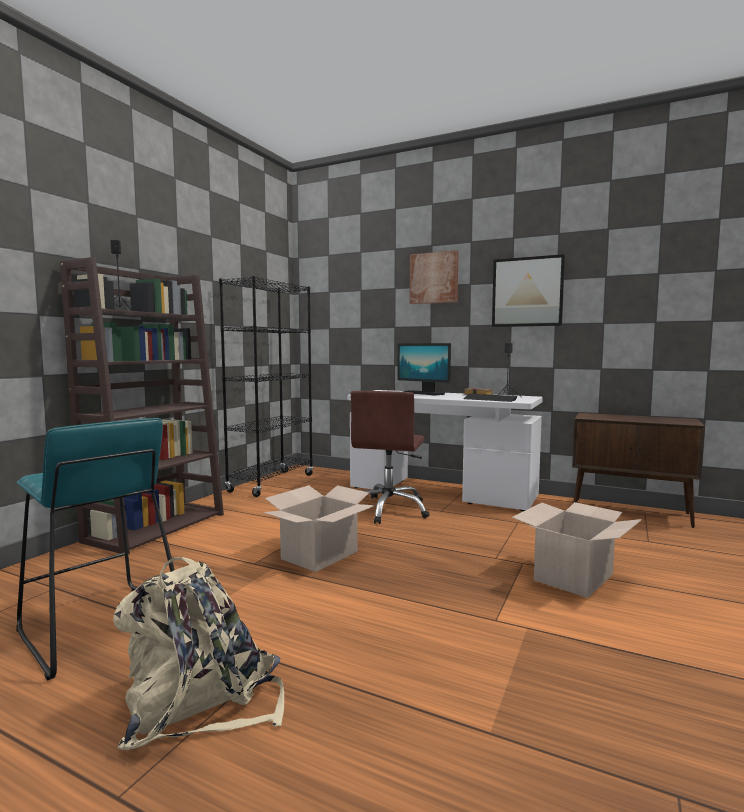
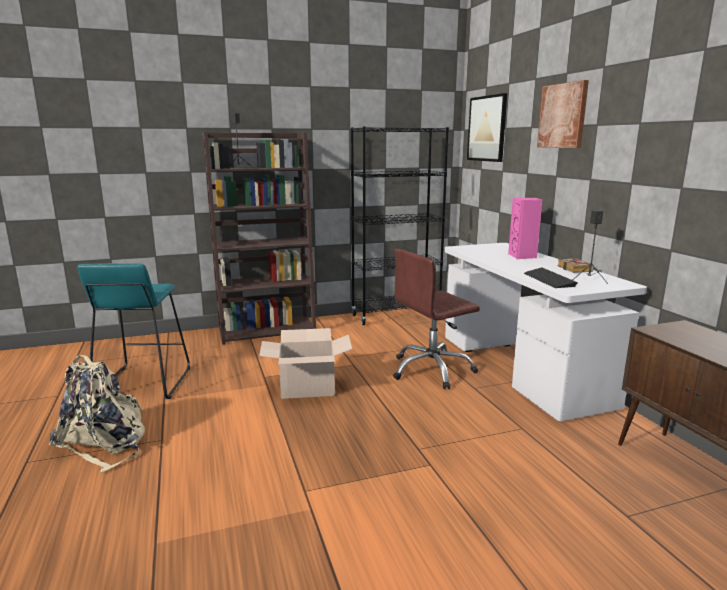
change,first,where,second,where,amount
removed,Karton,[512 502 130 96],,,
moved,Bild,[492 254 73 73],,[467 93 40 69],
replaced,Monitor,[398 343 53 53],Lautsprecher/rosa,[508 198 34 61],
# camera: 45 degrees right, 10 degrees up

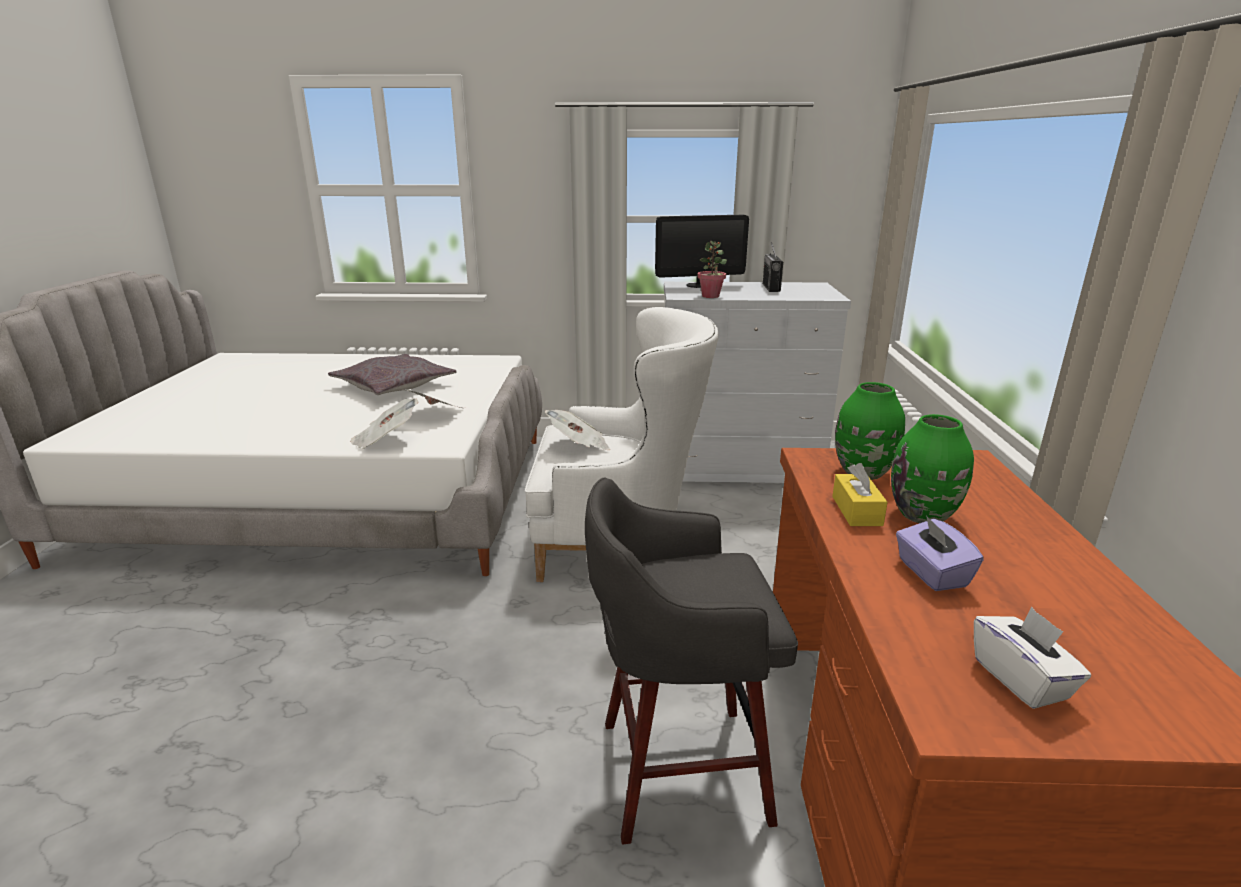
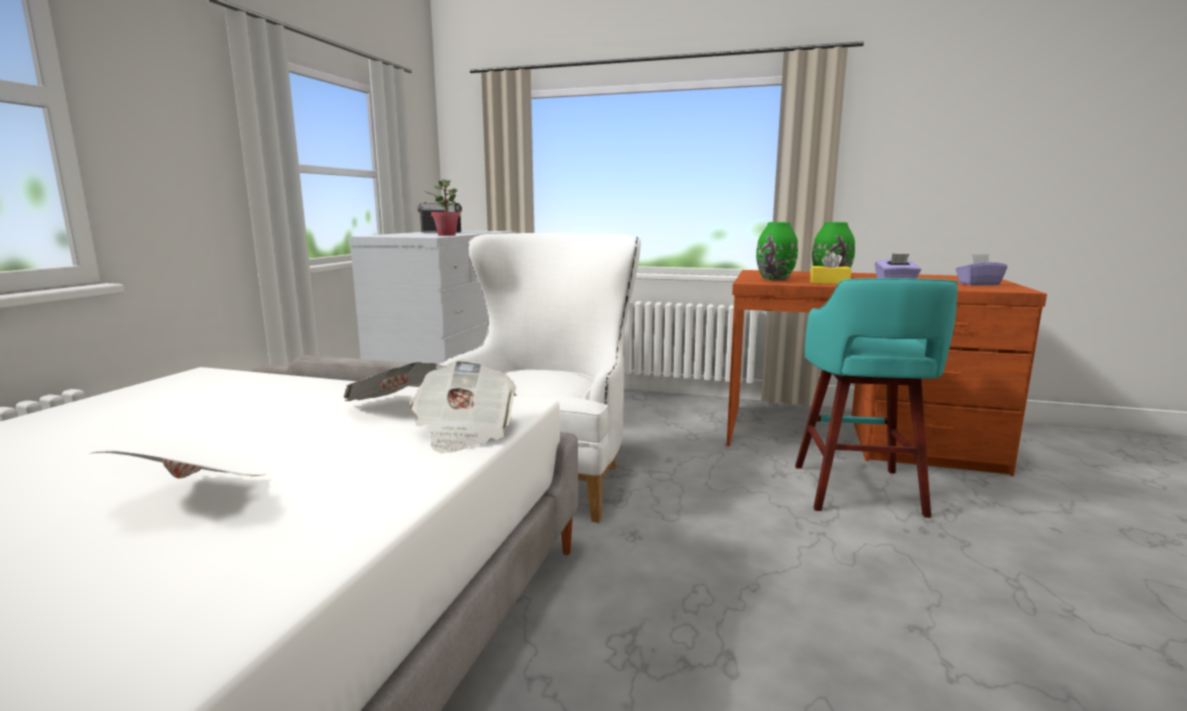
change,first,where,second,where,amount
removed,Kissen/grau,[328 354 129 41],,,
removed,Monitor,[655 215 94 73],,,
moved,Zeitung,[545 410 65 40],,[93 451 173 27],
recoloured,Hocker/grau,[585 477 213 367],Hocker/türkis,[795 278 163 240],
recoloured,Taschentuchbox/weiß,[974 607 117 102],Taschentuchbox/lila,[956 254 51 32],
# camera: 75 degrees left, 10 degrees down

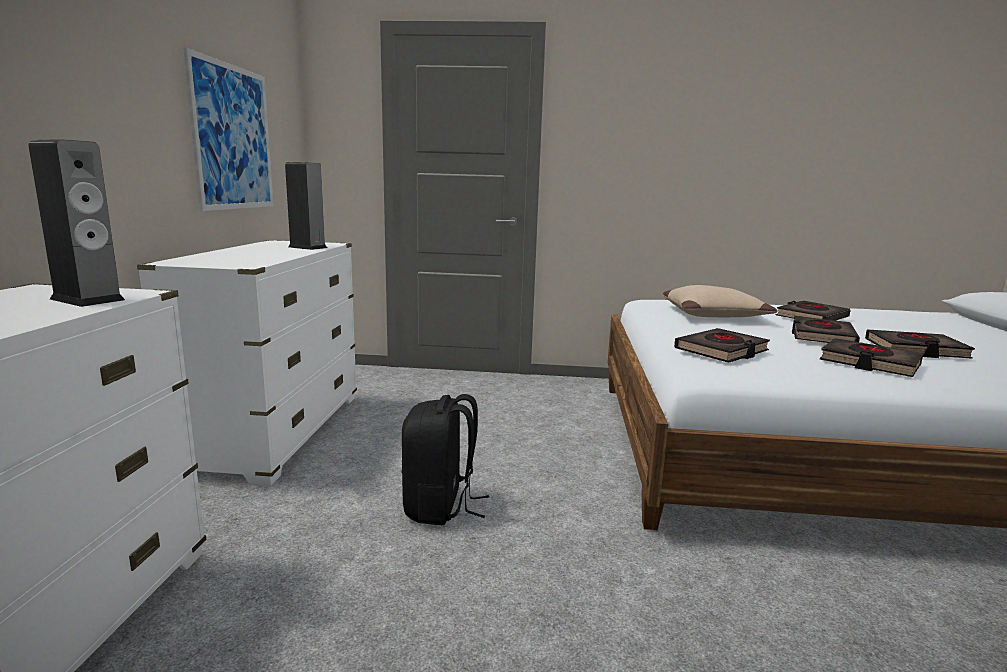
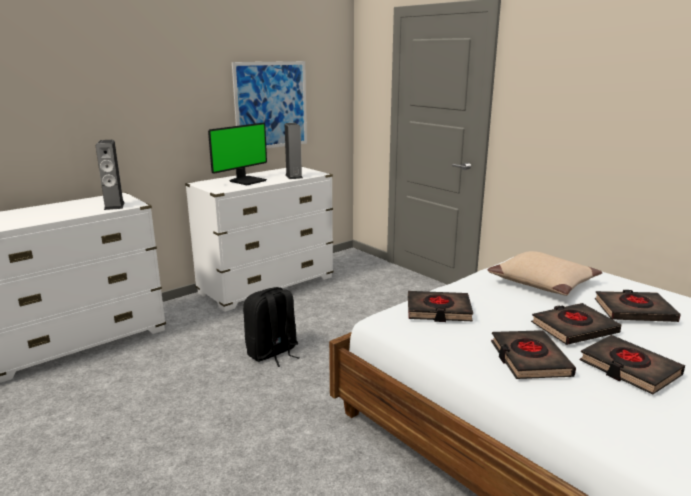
change,first,where,second,where,amount
added,,,Monitor,[208 123 59 62],
# camera: 45 degrees right, 5 degrees up

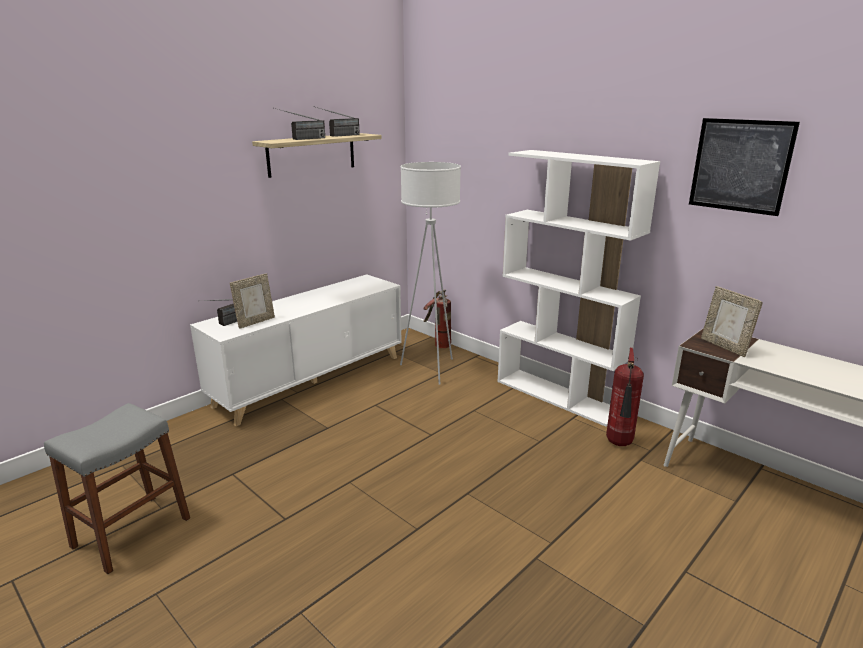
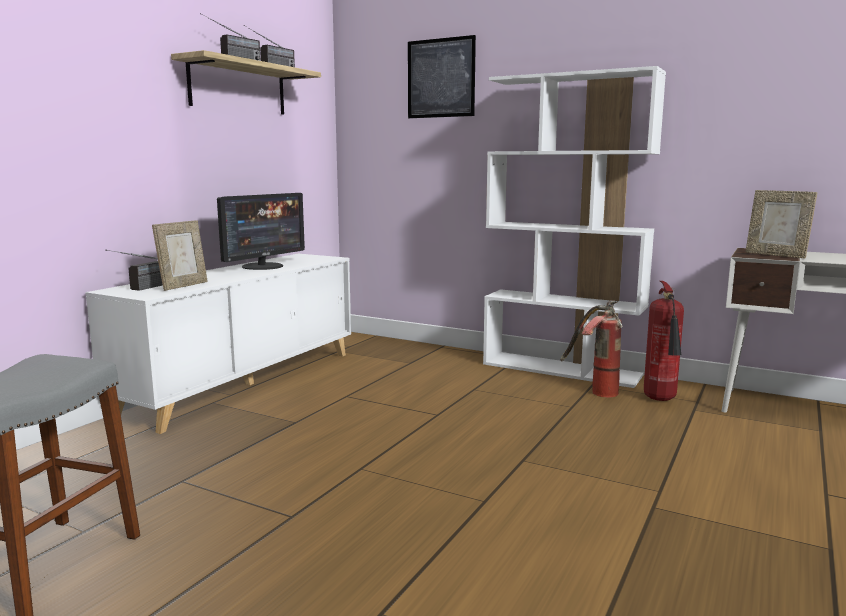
change,first,where,second,where,amount
removed,Stehlampe/weiß,[400 162 61 223],,,
added,,,Monitor,[217 193 88 77],
moved,Feuerlöscher,[423 289 28 59],,[560 301 62 97],
moved,Bild,[689 118 111 98],,[408 35 68 83],
# camera: 15 degrees left, 10 degrees down

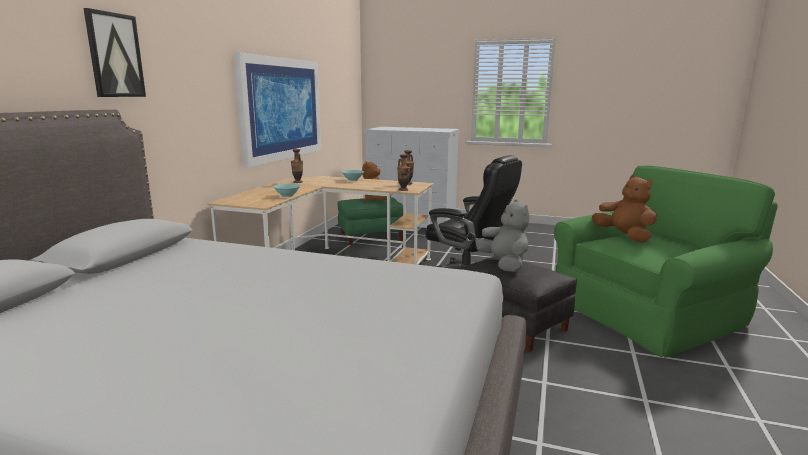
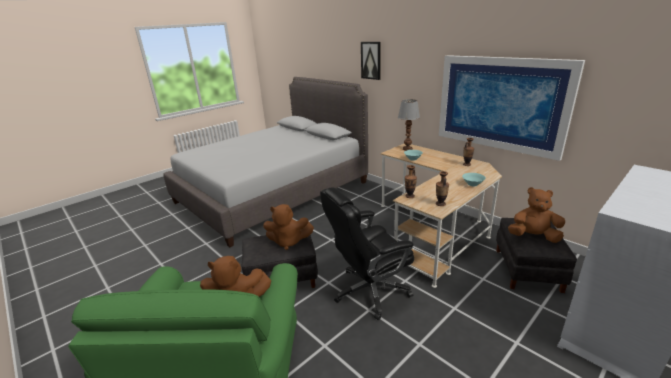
change,first,where,second,where,amount
added,,,Tischlampe,[398 99 22 52],
recoloured,Polsterhocker/grün,[338 197 65 48],Polsterhocker/schwarz,[496 218 81 75],
recoloured,Plüschtier/grau,[475 200 55 72],Plüschtier/braun,[263 204 51 46],
# camera: 120 degrees right, 10 degrees up

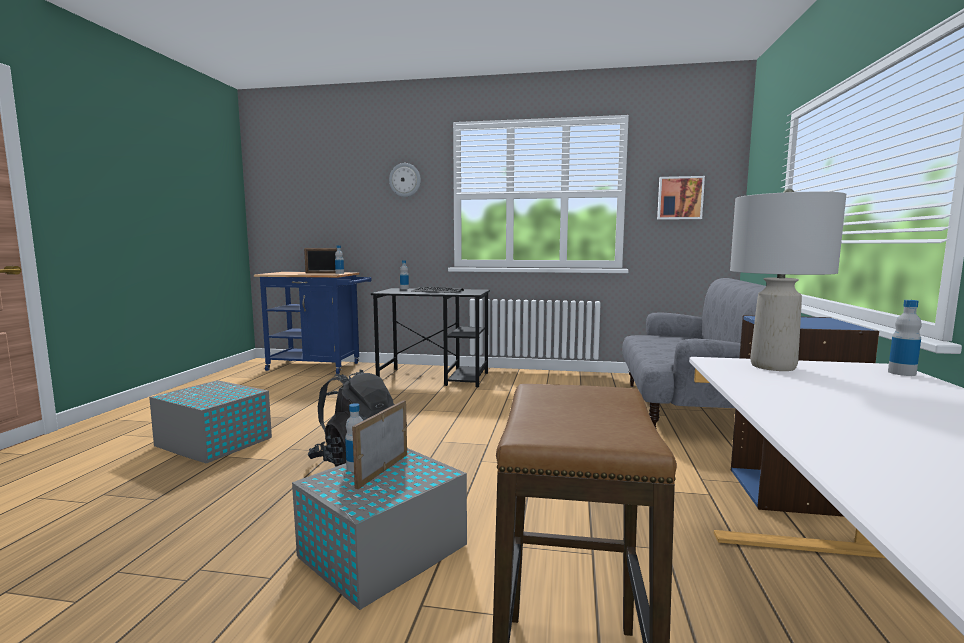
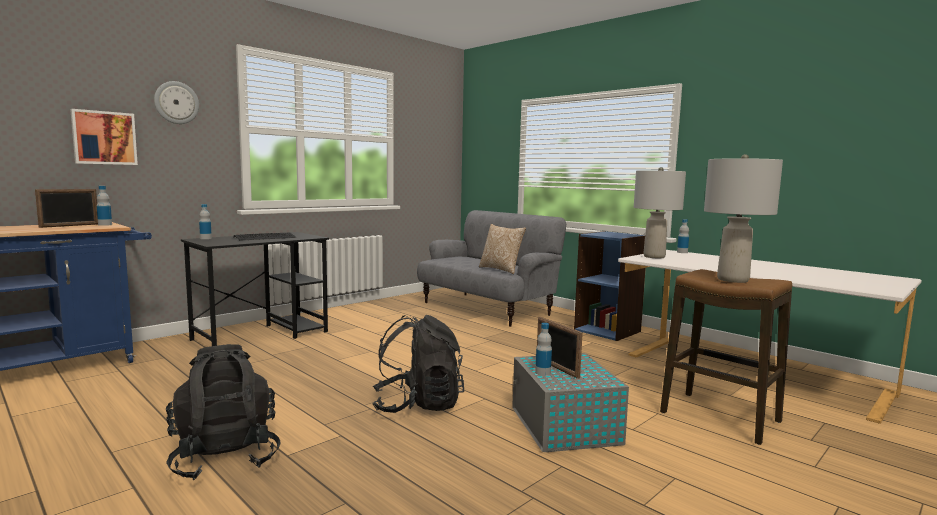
change,first,where,second,where,amount
added,,,Kissen,[479 224 47 50],
added,,,Tischlampe/grau,[704 154 79 129],
moved,Bild,[657 176 48 44],,[70 109 68 56],
replaced,Aufbewahrungsbox/grau,[149 380 123 83],Rucksack/schwarz,[166 344 115 136],
# camera: 55 degrees left, 0 degrees up

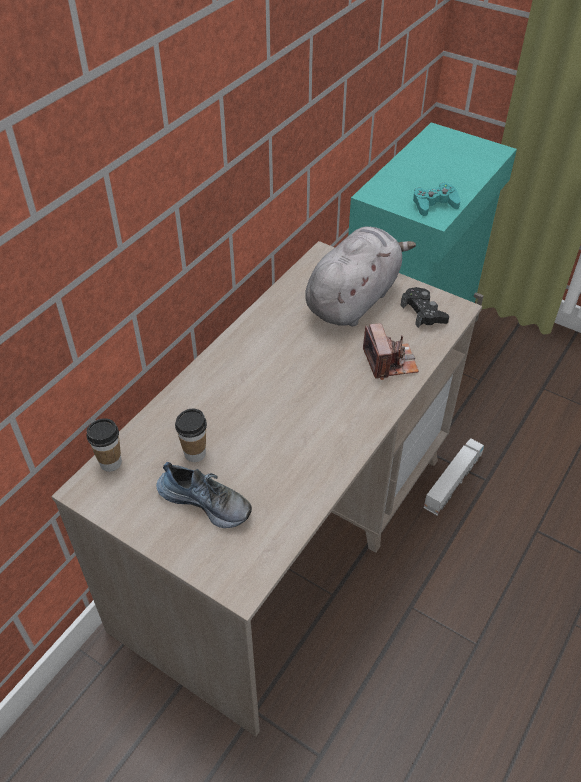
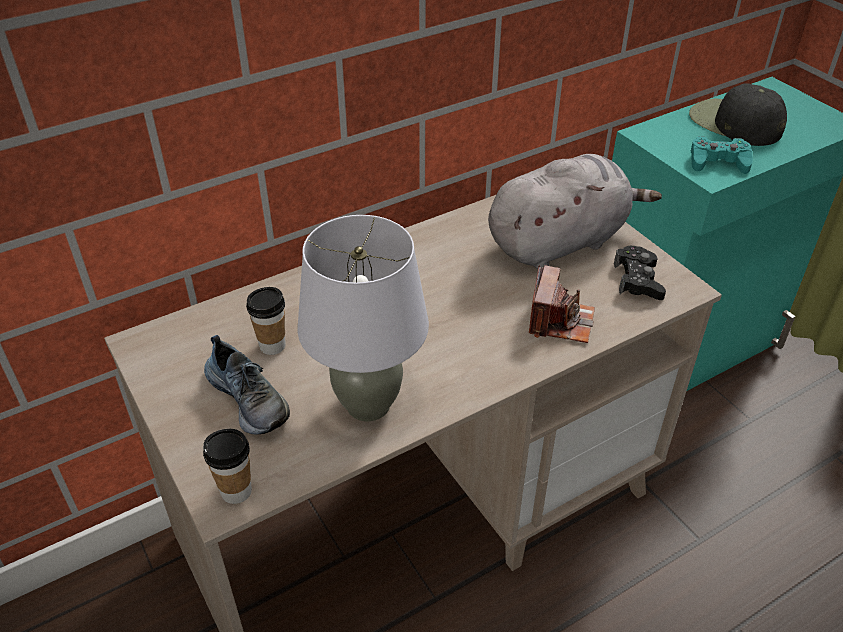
change,first,where,second,where,amount
removed,Spielzeuglaster,[423 438 61 77],,,
added,,,Tischlampe/grau,[297 215 132 207],
added,,,Kappe/schwarz,[689 83 98 63],
moved,Tasse,[86 418 36 54],,[203 429 49 75],
# camera: 25 degrees right, 5 degrees down

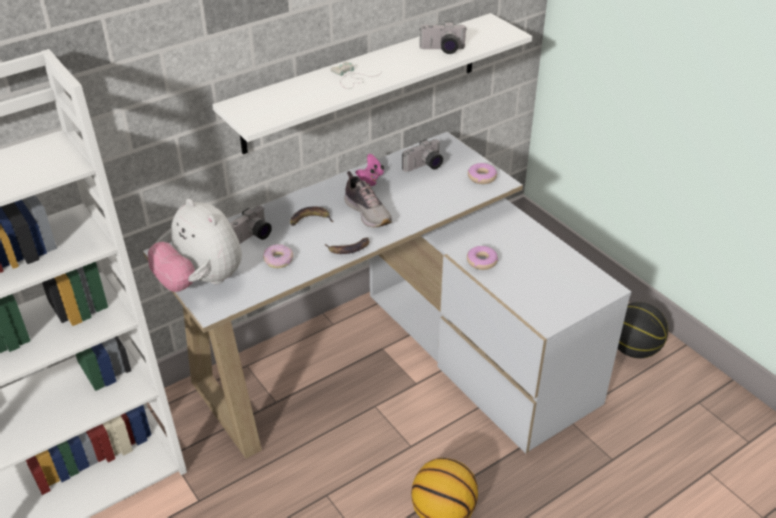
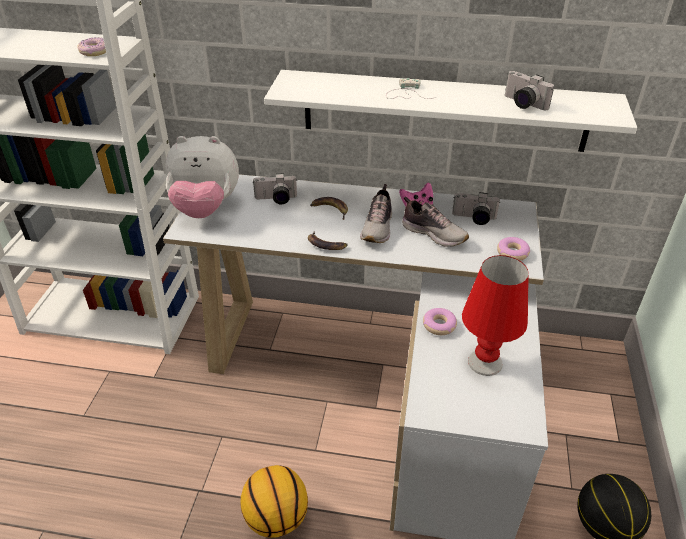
change,first,where,second,where,amount
added,,,Schuh,[402 196 67 51],
added,,,Tischlampe/rot,[462 255 67 121],
moved,Donut,[263 244 31 24],,[77 37 29 19],
turned,Plüschtier,[148 199 94 93],,[165 136 74 82],90 degrees counterclockwise
# camera: 45 degrees right, 0 degrees up

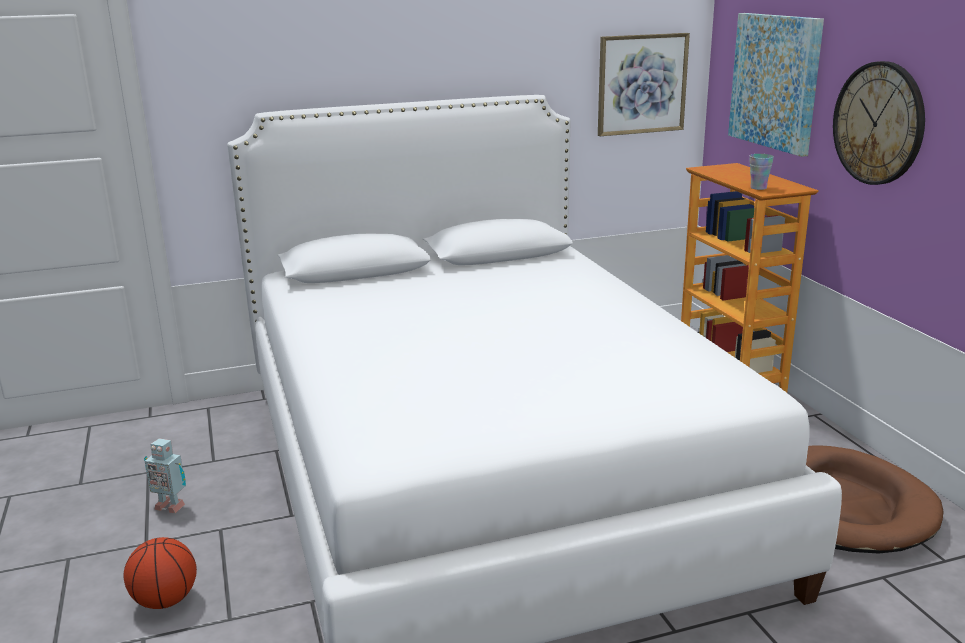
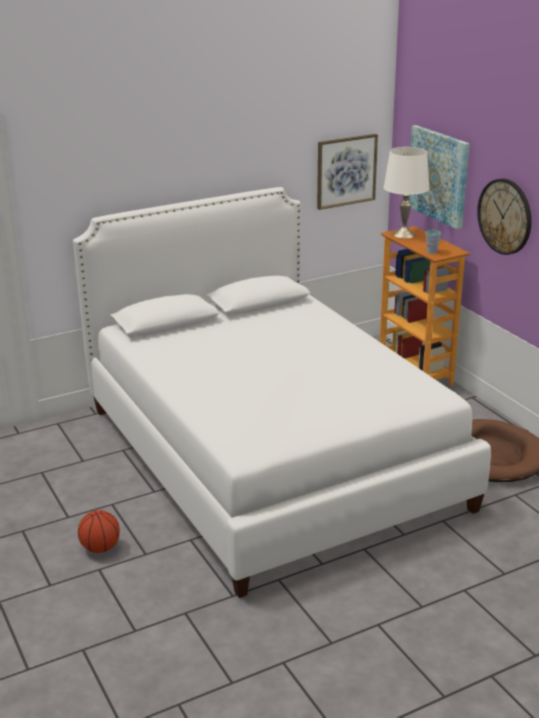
change,first,where,second,where,amount
removed,Spielzeugroboter,[144 438 42 76],,,
added,,,Tischlampe/weiß,[384 147 46 92],
# camera: 10 degrees left, 5 degrees up

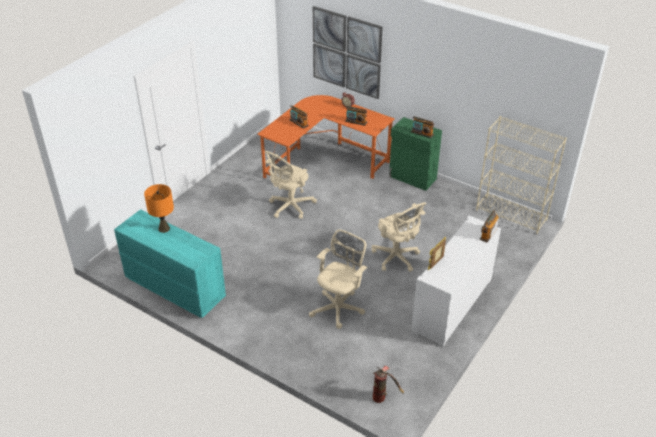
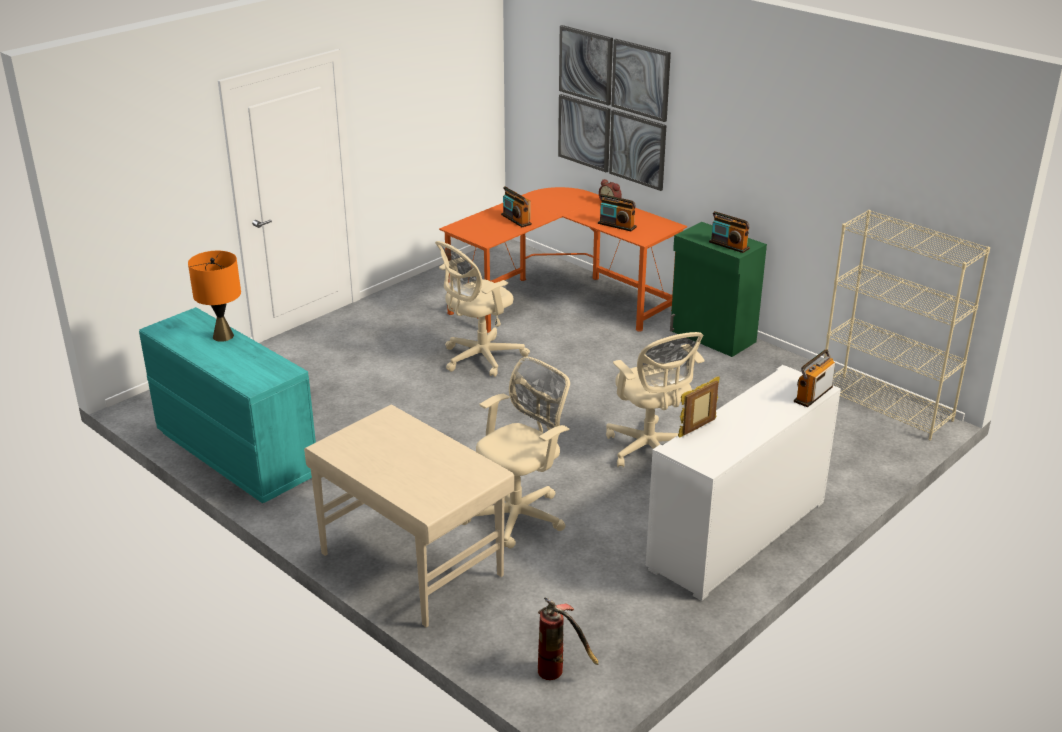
change,first,where,second,where,amount
added,,,Schreibtisch/beige,[304 404 210 224],
# camera: 10 degrees right, 10 degrees down

